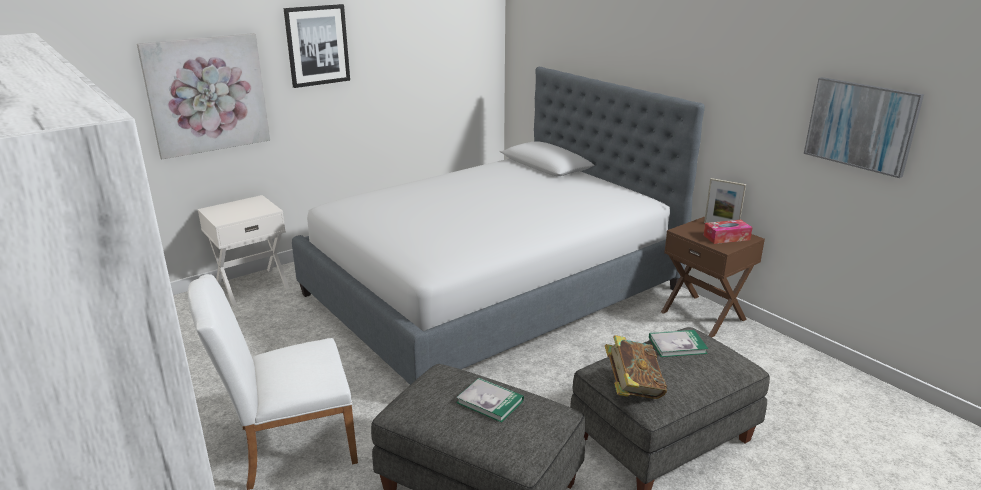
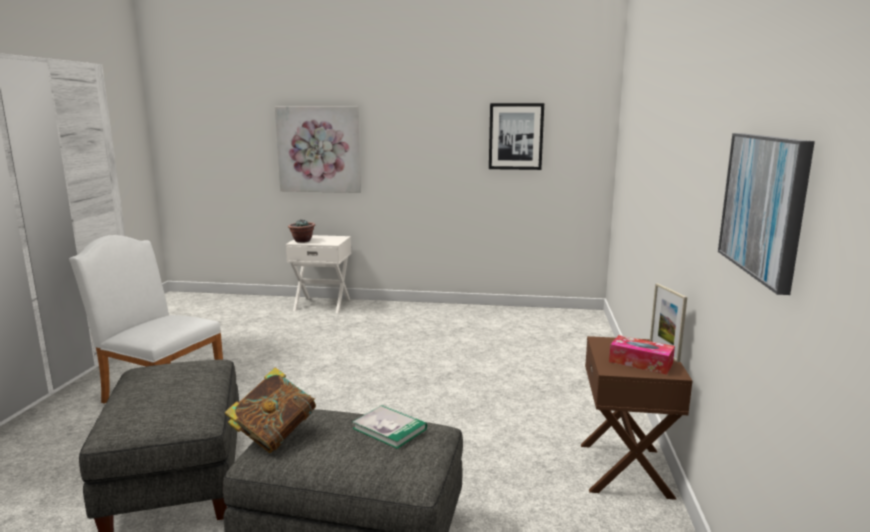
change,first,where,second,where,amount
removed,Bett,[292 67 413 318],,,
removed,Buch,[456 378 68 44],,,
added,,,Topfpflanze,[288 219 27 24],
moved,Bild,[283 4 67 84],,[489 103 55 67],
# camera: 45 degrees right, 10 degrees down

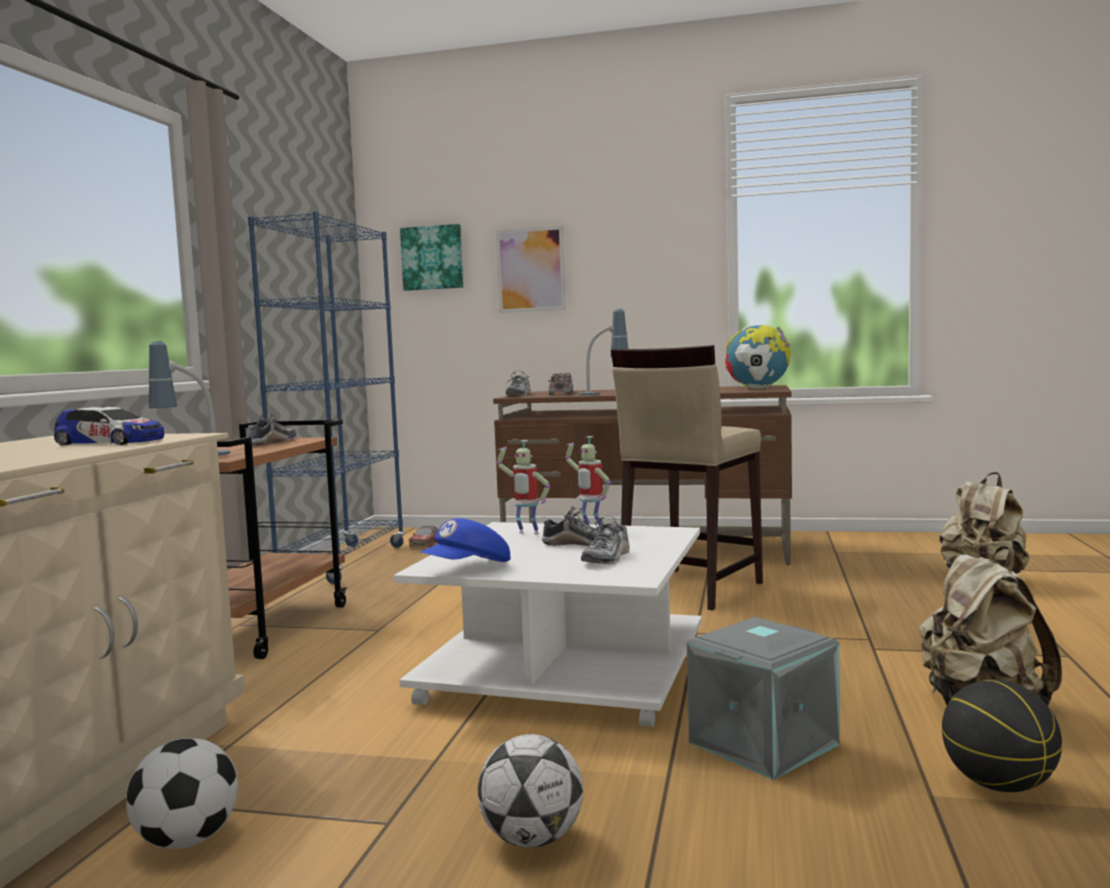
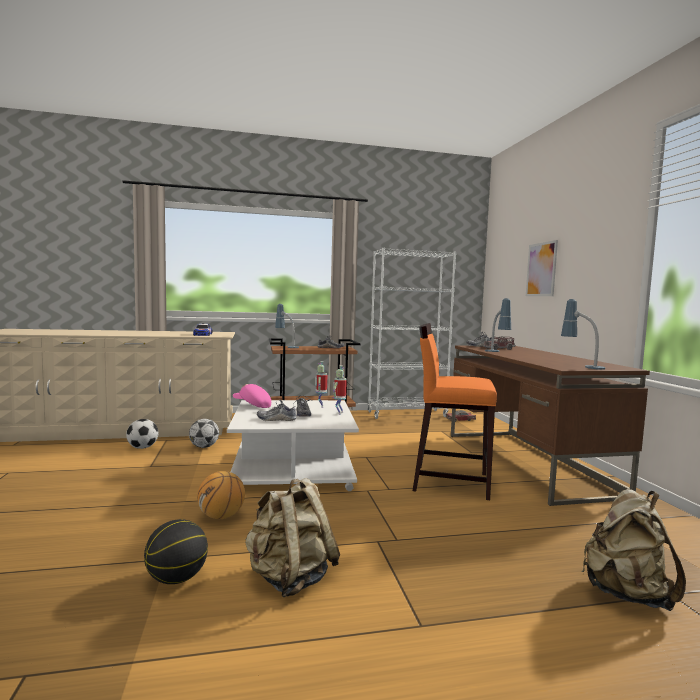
change,first,where,second,where,amount
removed,Bild,[400 224 63 67],,,
moved,Fußball,[478 734 105 114],,[189 419 30 29],
replaced,Aufbewahrungsbox/grau,[687 617 153 163],Basketball,[197 471 48 48],
replaced,Globus,[725 325 66 64],Tischlampe,[561 299 44 71],
recoloured,Bücherregal/blau,[248 211 157 373],Bücherregal/weiß,[367 248 89 171],
recoloured,Kappe/blau,[420 518 91 44],Kappe/rosa,[233 384 38 24],
recoloured,Hocker/beige,[611 345 152 266],Hocker/orange,[413 323 84 177],
# camera: 65 degrees right, 0 degrees up

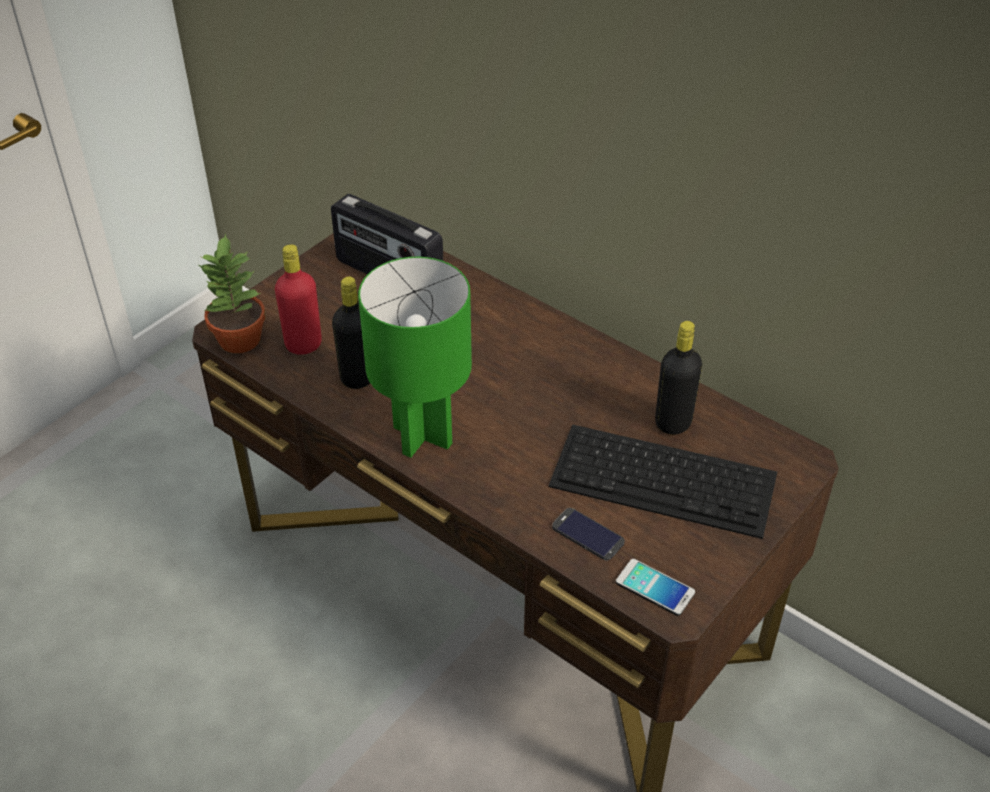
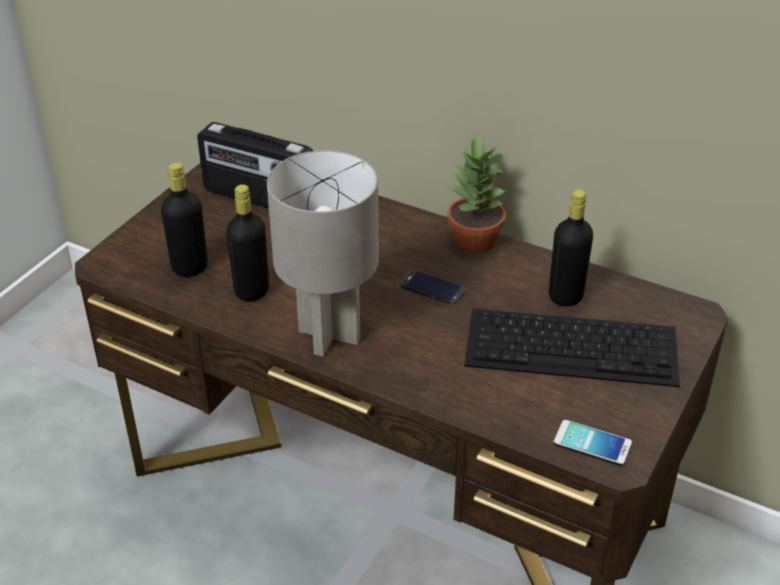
change,first,where,second,where,amount
moved,Topfpflanze,[199 233 66 120],,[448 134 60 119],
moved,Handy,[552 508 73 53],,[401 270 64 35],
recoloured,Flasche/rot,[275 244 47 111],Flasche/schwarz,[161 162 47 115],
recoloured,Tischlampe/grün,[358 257 114 201],Tischlampe/grau,[267 150 112 206],
# camera: 10 degrees left, 5 degrees down

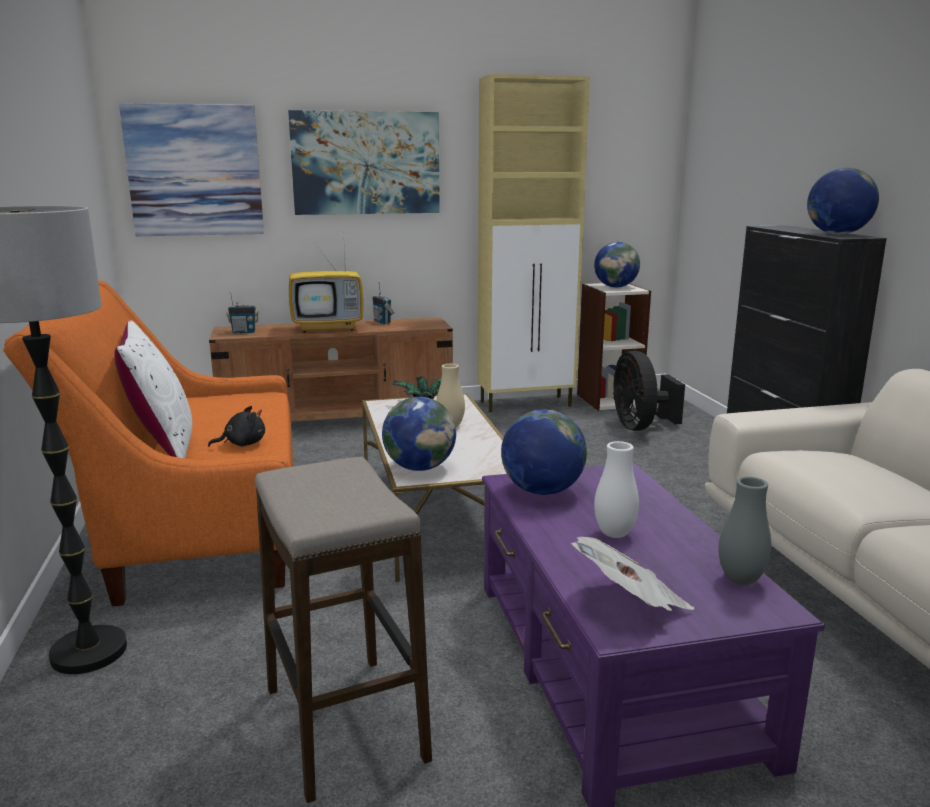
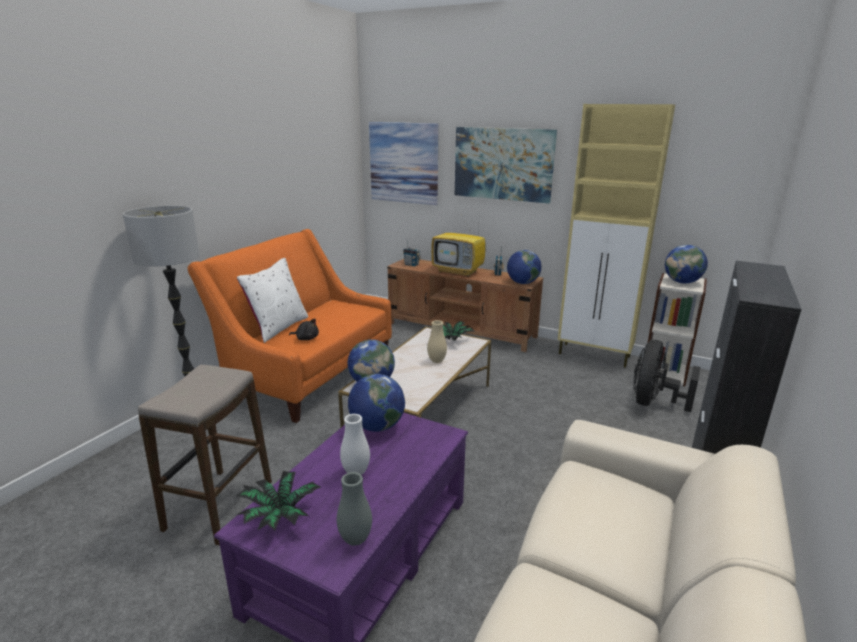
change,first,where,second,where,amount
moved,Globus,[807 168 72 66],,[507 250 34 34],
replaced,Zeitung,[571 537 123 74],Topfpflanze,[236 471 85 60],
# camera: 40 degrees right, 5 degrees up

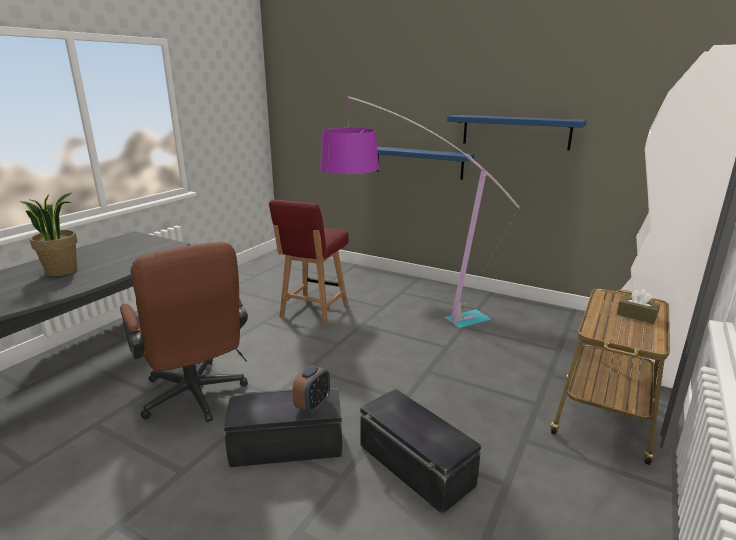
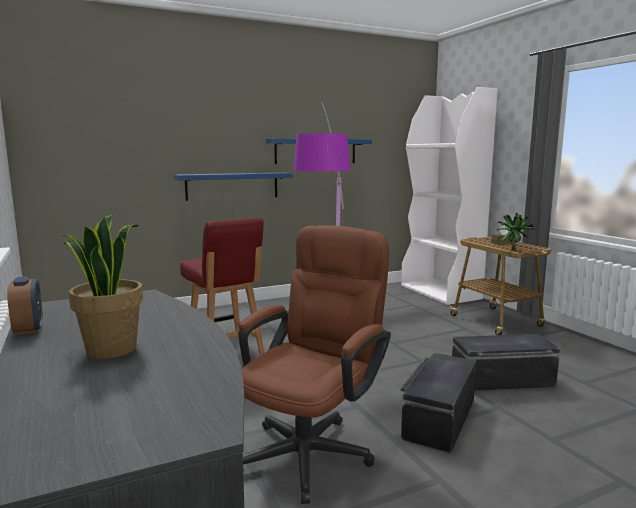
change,first,where,second,where,amount
added,,,Topfpflanze,[496 213 39 37],
moved,Wecker,[292 365 38 48],,[7 276 36 59],
turned,Bürostuhl/braun,[120 242 128 180],,[238 225 153 279],60 degrees counterclockwise
# camera: 55 degrees left, 10 degrees down

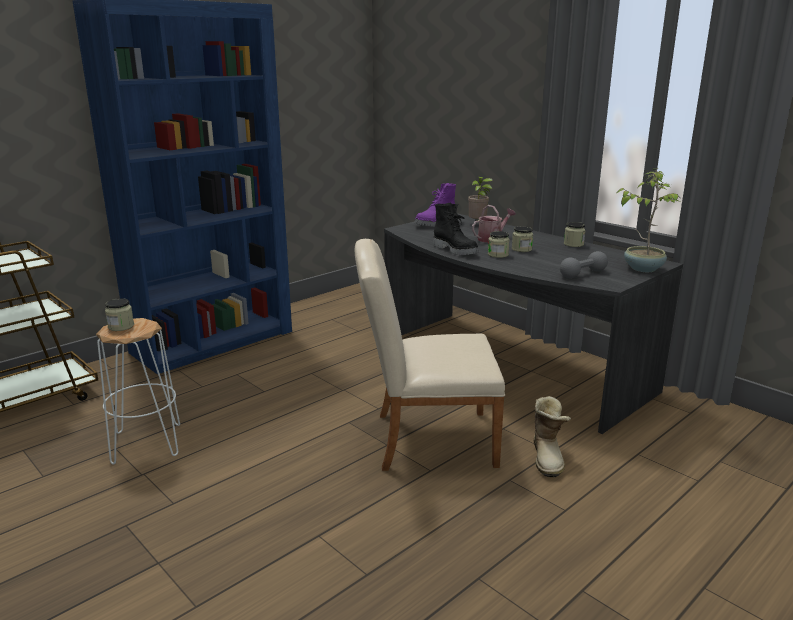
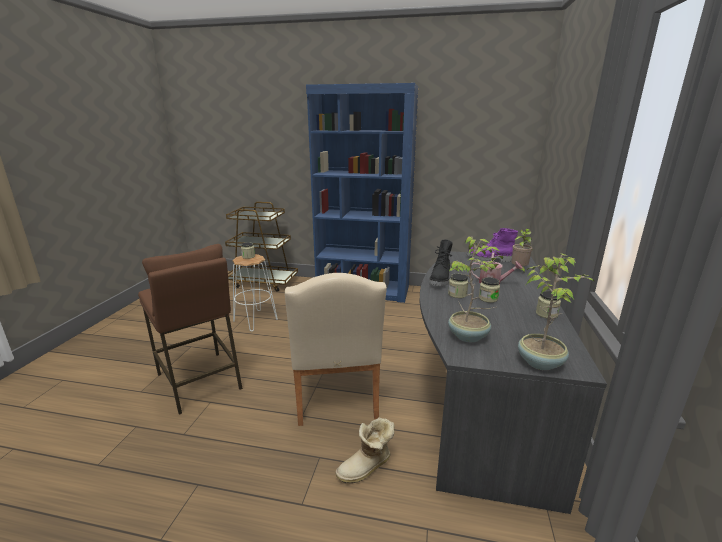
change,first,where,second,where,amount
added,,,Hocker/braun,[138 244 105 171],
replaced,Hantel/grau,[560 251 48 27],Topfpflanze,[448 236 55 106],
turned,Stuhl/beige,[355 239 150 232],,[285 273 102 153],150 degrees counterclockwise
# camera: 55 degrees right, 0 degrees up

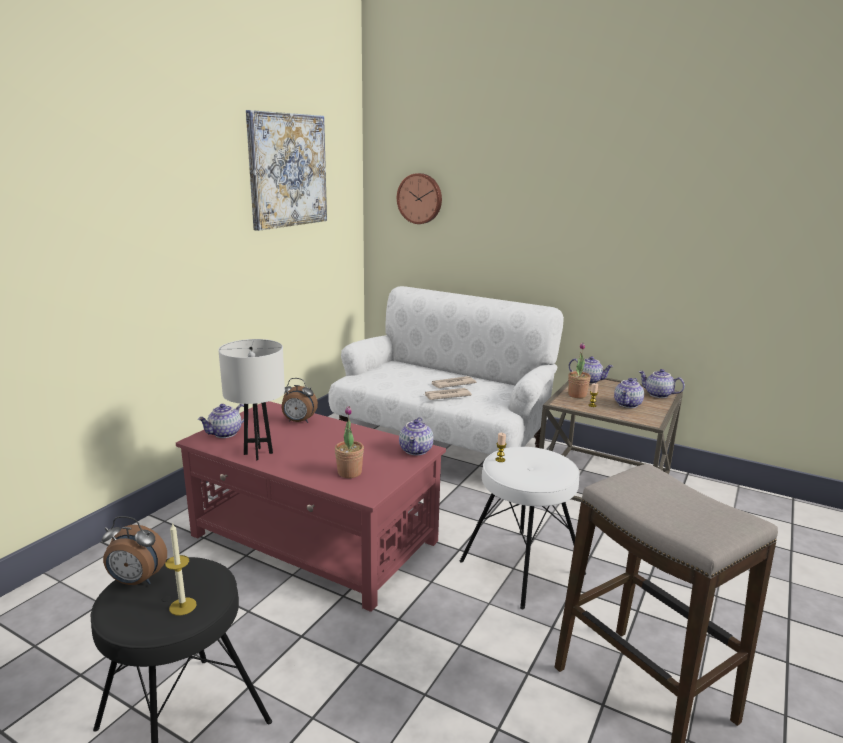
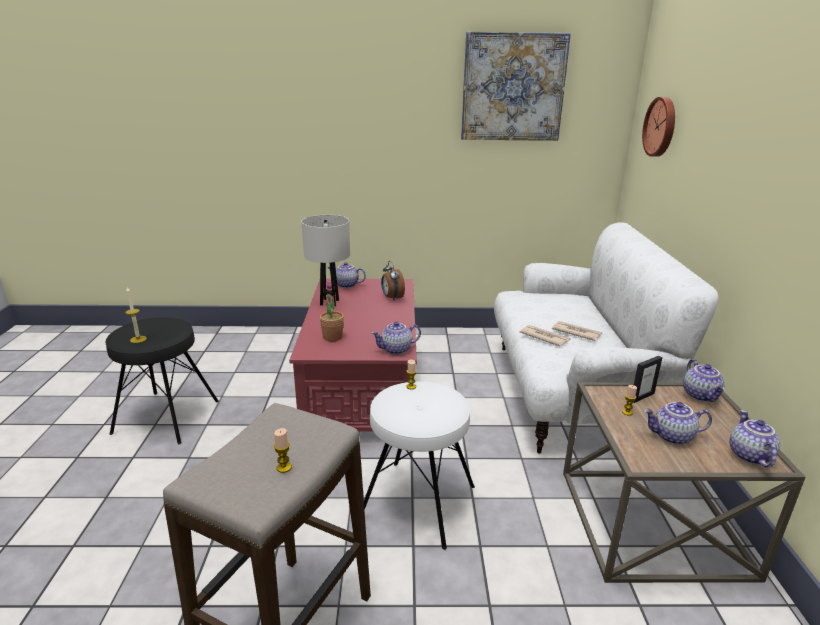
change,first,where,second,where,amount
removed,Wecker,[102 516 65 69],,,
added,,,Kerze,[274 428 18 45],
replaced,Topfpflanze,[568 343 23 55],Bilderrahmen,[633 356 30 47],
# camera: 60 degrees right, 5 degrees up

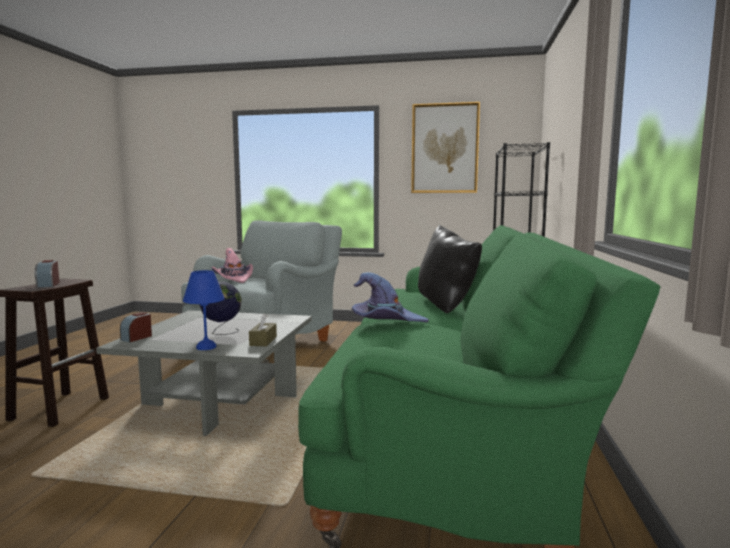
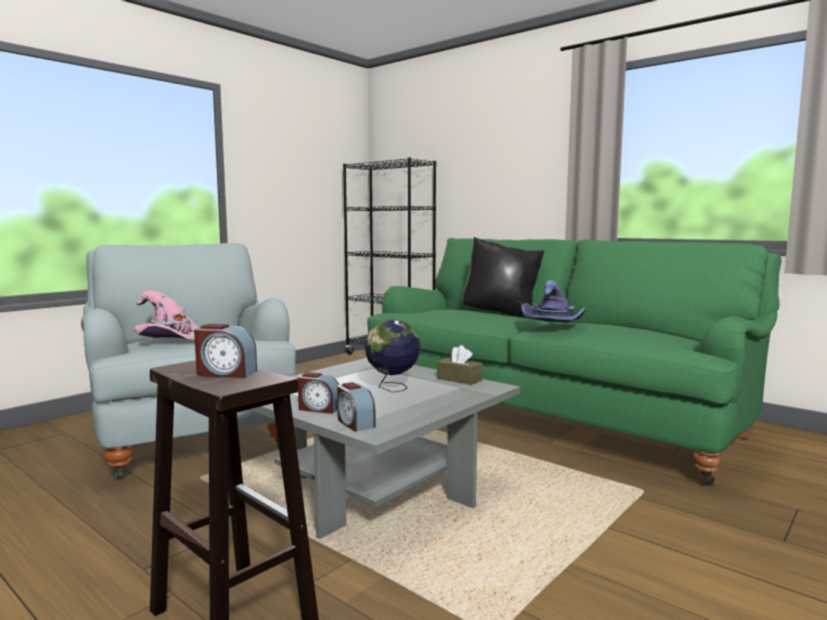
change,first,where,second,where,amount
removed,Tischlampe/blau,[183 270 42 80],,,
removed,Bild,[411 102 69 91],,,
added,,,Wecker,[298 372 41 42],
# camera: 60 degrees left, 0 degrees up

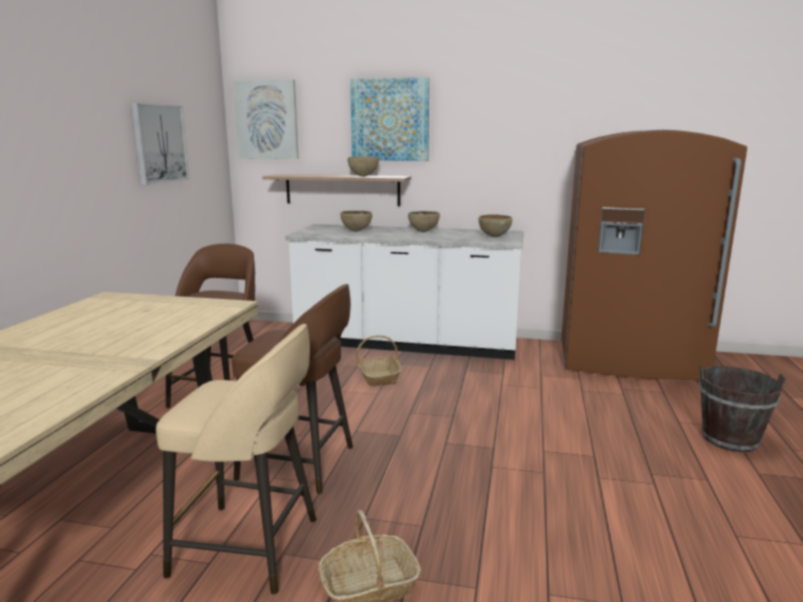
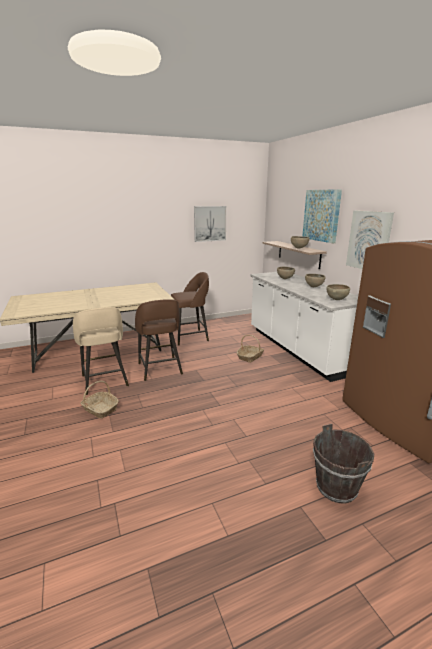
change,first,where,second,where,amount
moved,Bild,[234 80 65 79],,[346 210 48 59],
# camera: 55 degrees right, 5 degrees up

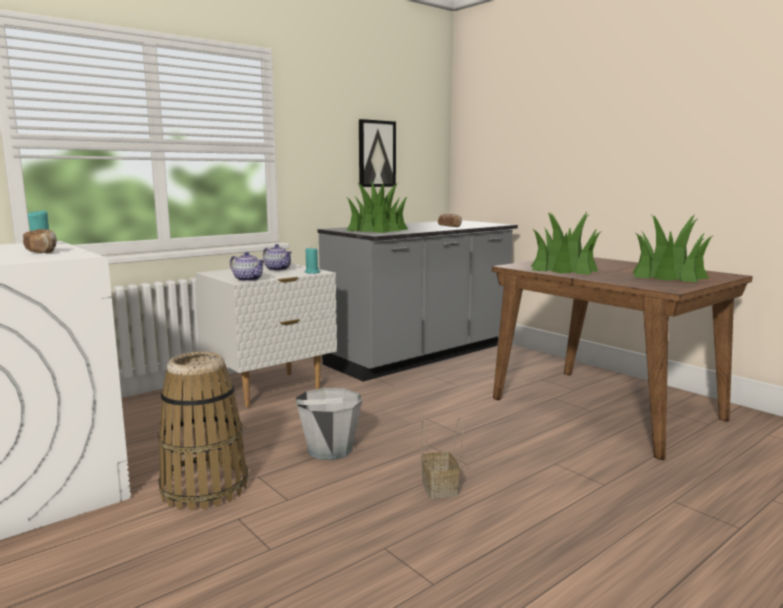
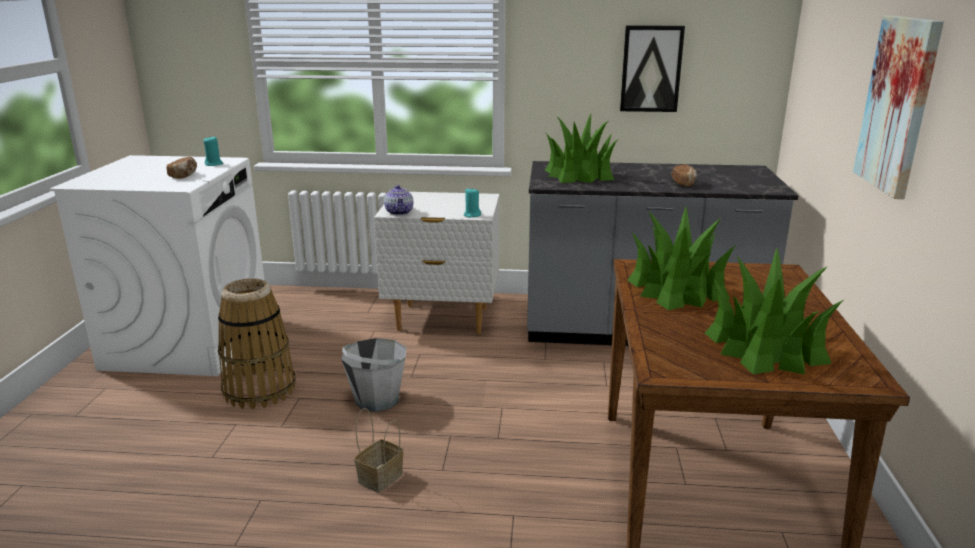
change,first,where,second,where,amount
removed,Teekanne,[263 244 29 27],,,
added,,,Bild,[853 15 91 184],
# camera: 45 degrees right, 10 degrees up

